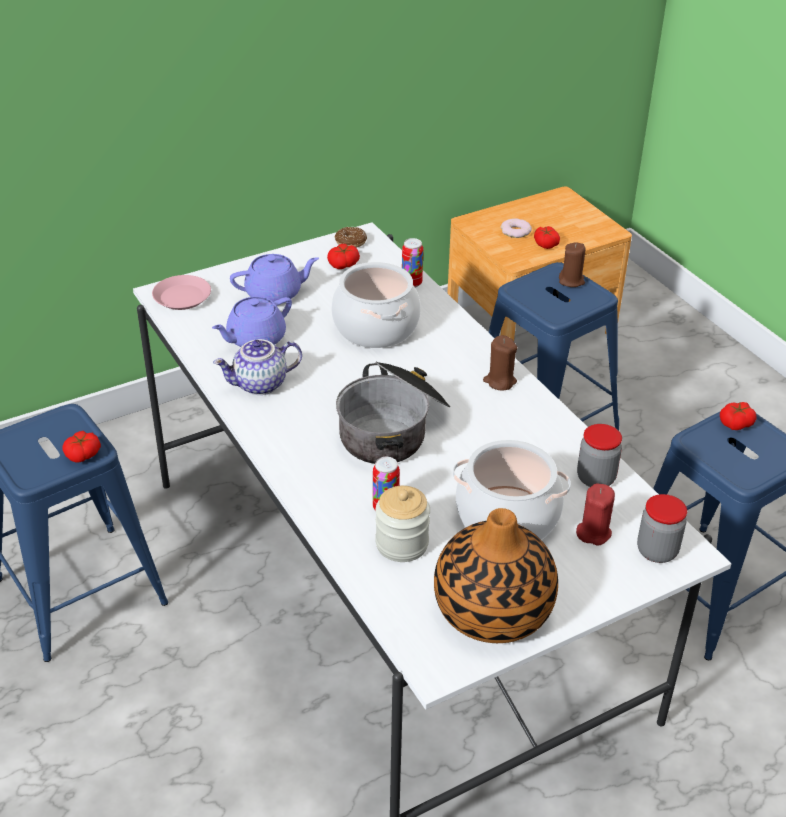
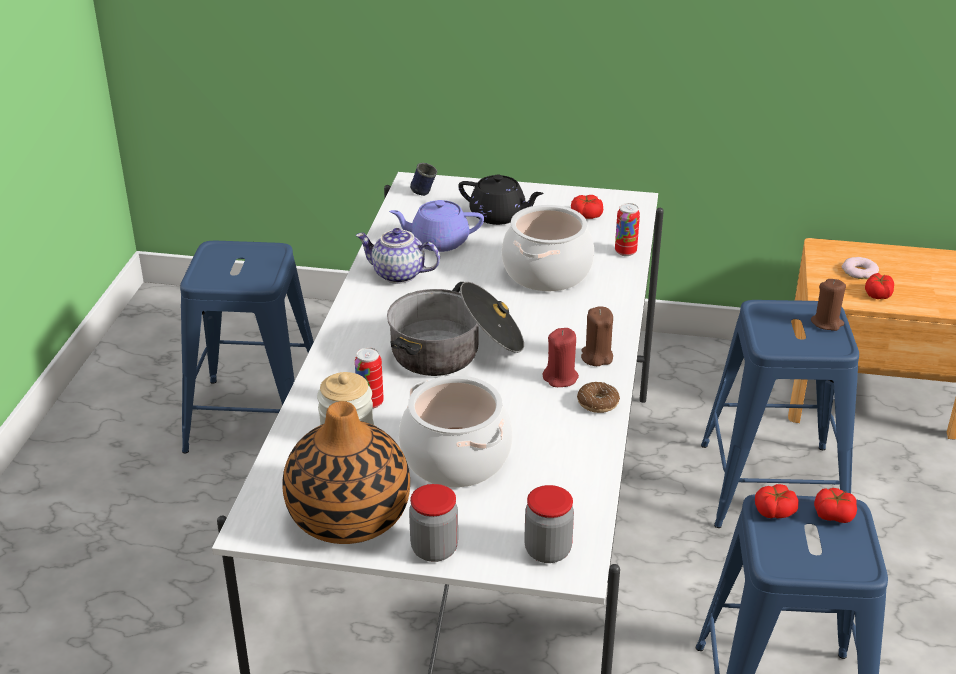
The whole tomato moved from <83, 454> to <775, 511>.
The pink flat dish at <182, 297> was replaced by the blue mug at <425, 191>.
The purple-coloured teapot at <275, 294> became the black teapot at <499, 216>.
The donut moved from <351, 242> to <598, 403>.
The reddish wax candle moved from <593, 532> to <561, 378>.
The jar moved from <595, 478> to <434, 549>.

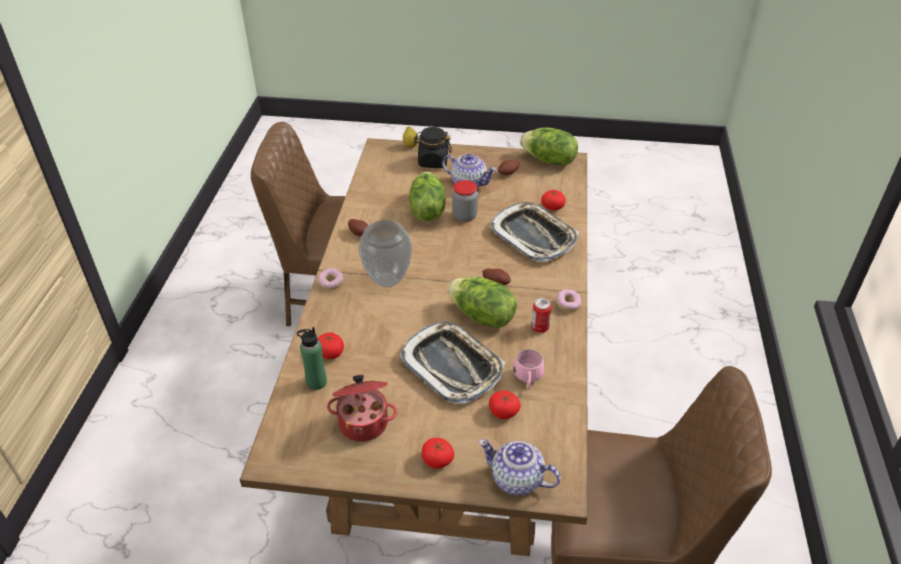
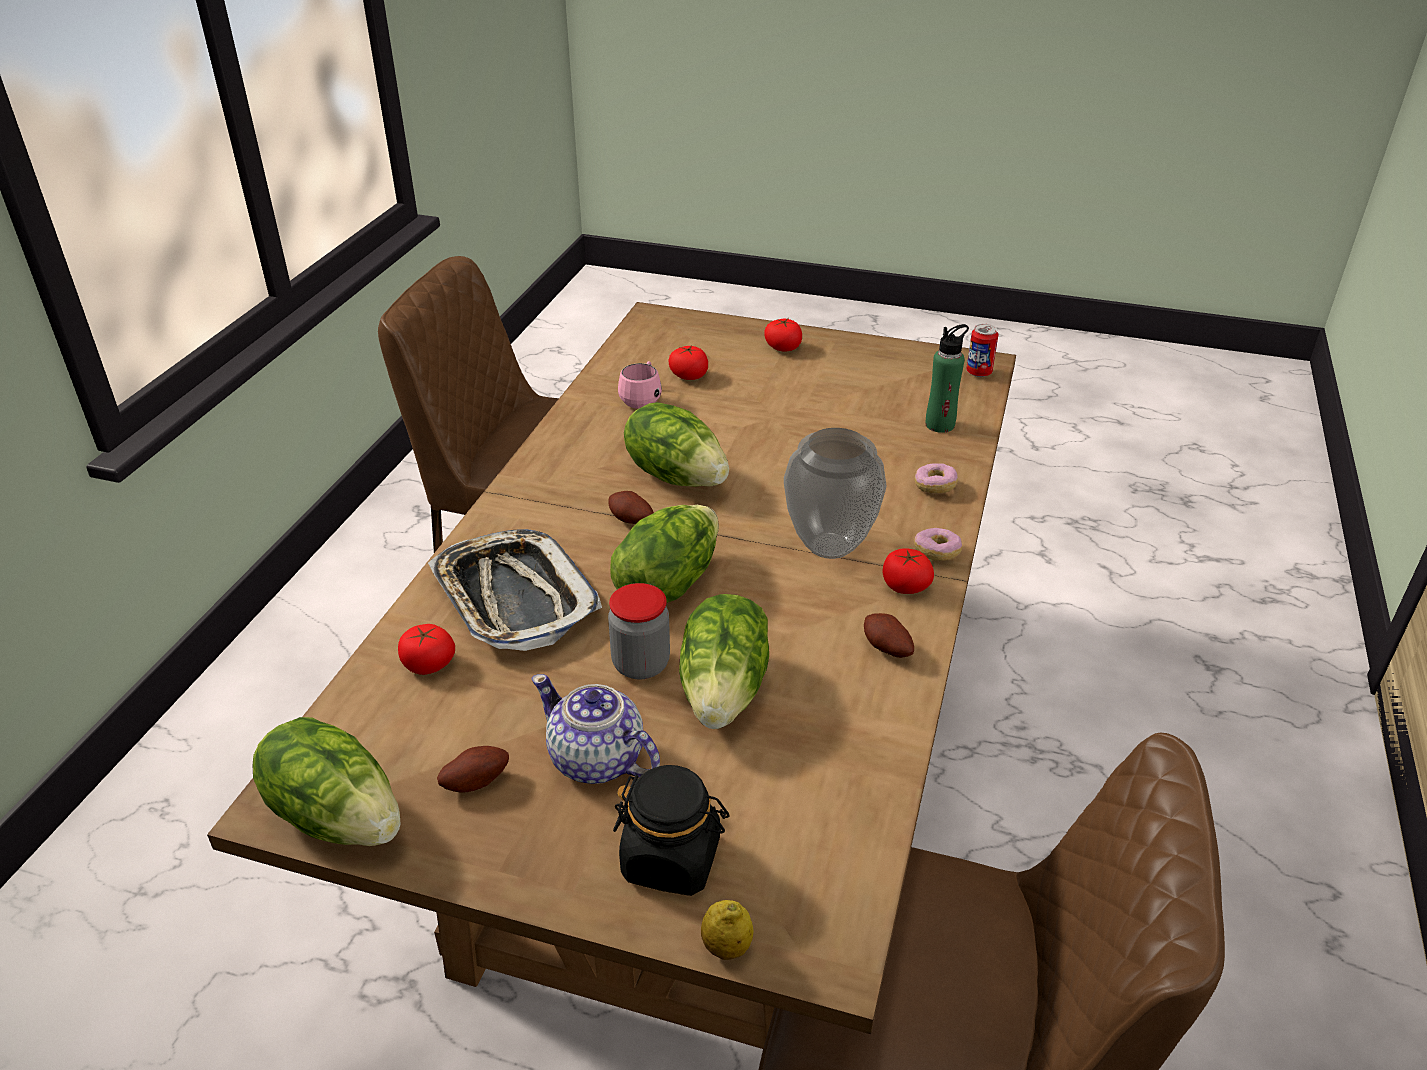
The whole tomato moved from <330, 352> to <905, 585>.
The stockpot at <364, 422> disappeared.
The tray at <452, 366> disappeared.
The teapot at <517, 480> disappeared.
The sealed can moved from <540, 327> to <979, 372>.
The donut moved from <568, 305> to <935, 486>.
The lettuce at <667, 583> appeared.

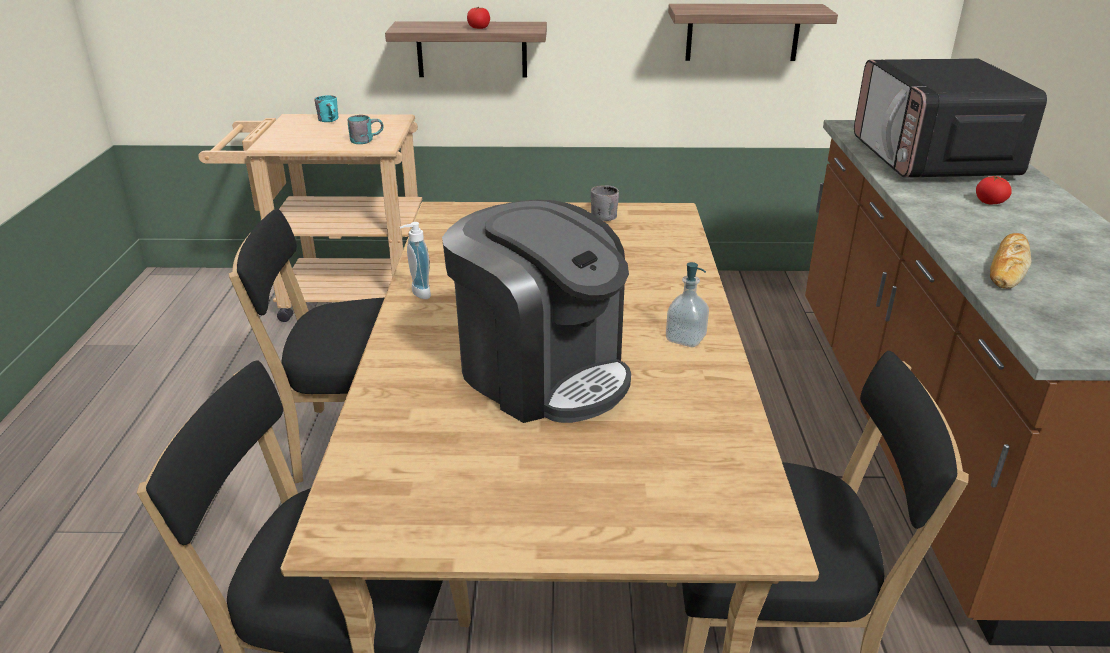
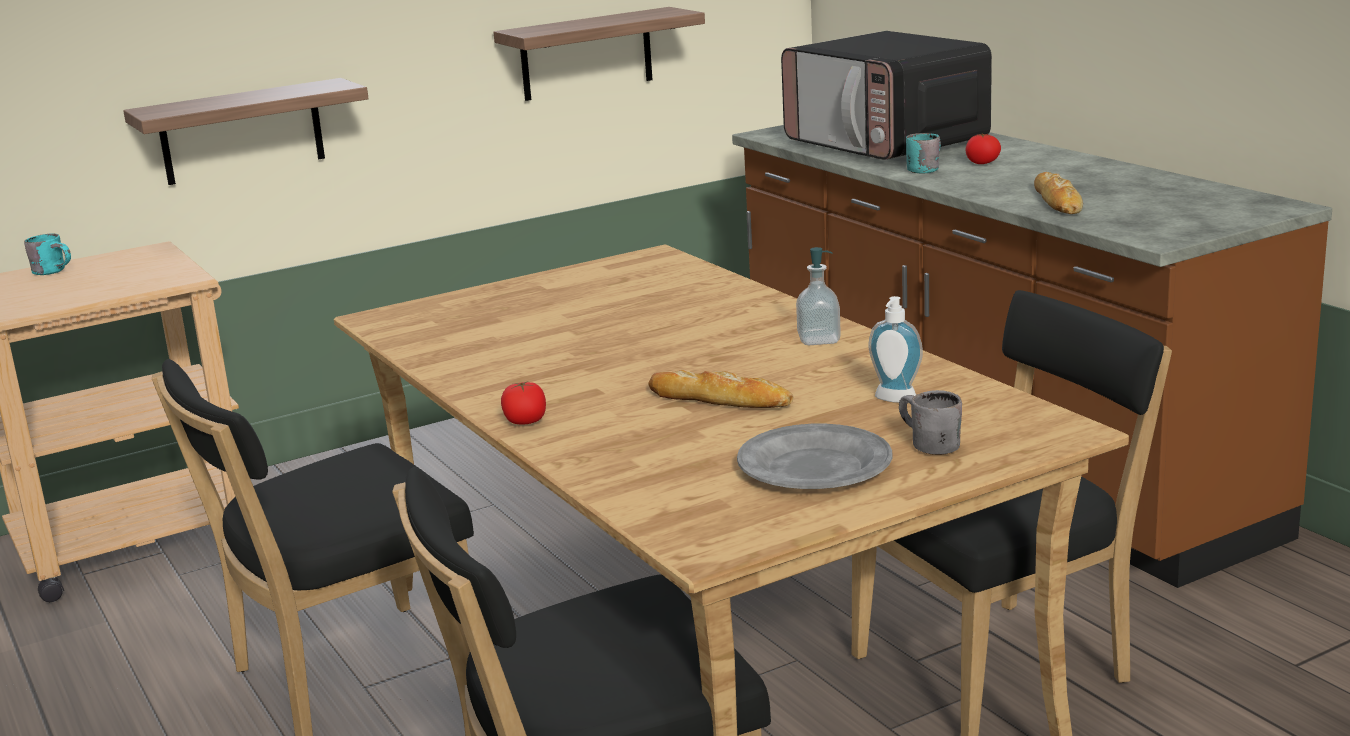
The turquoise-coloured mug moved from <366, 140> to <923, 168>.
The liquid soap bottle moved from <417, 294> to <894, 400>.
The coffee maker at <542, 373> was replaced by the bread at <720, 399>.
The whole tomato moved from <479, 28> to <525, 422>.
The grey mug moved from <601, 214> to <925, 445>.
The grey flat dish at <814, 466> appeared.

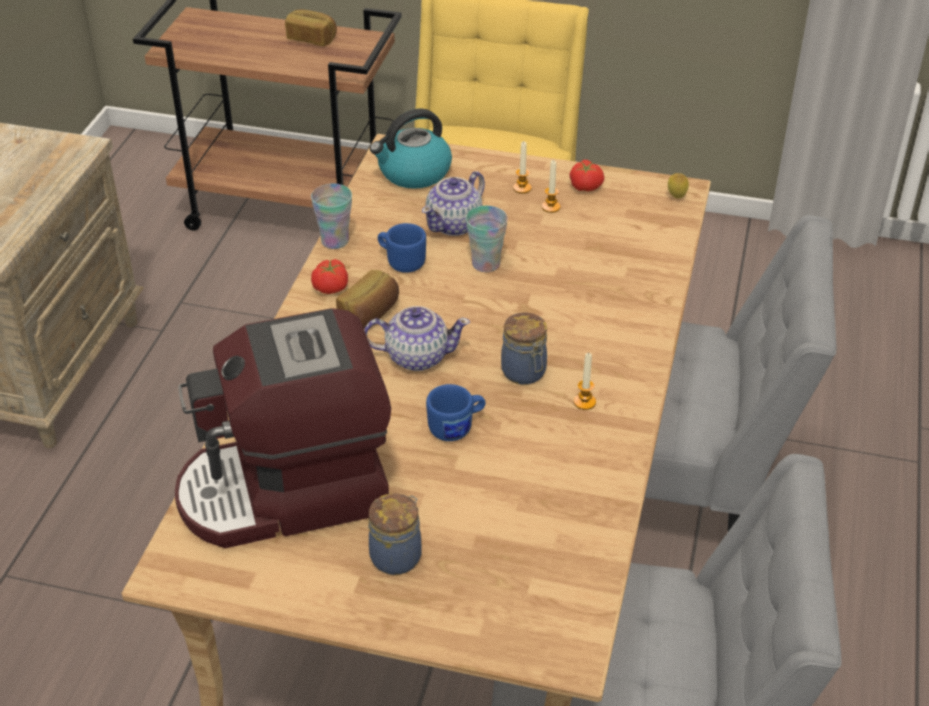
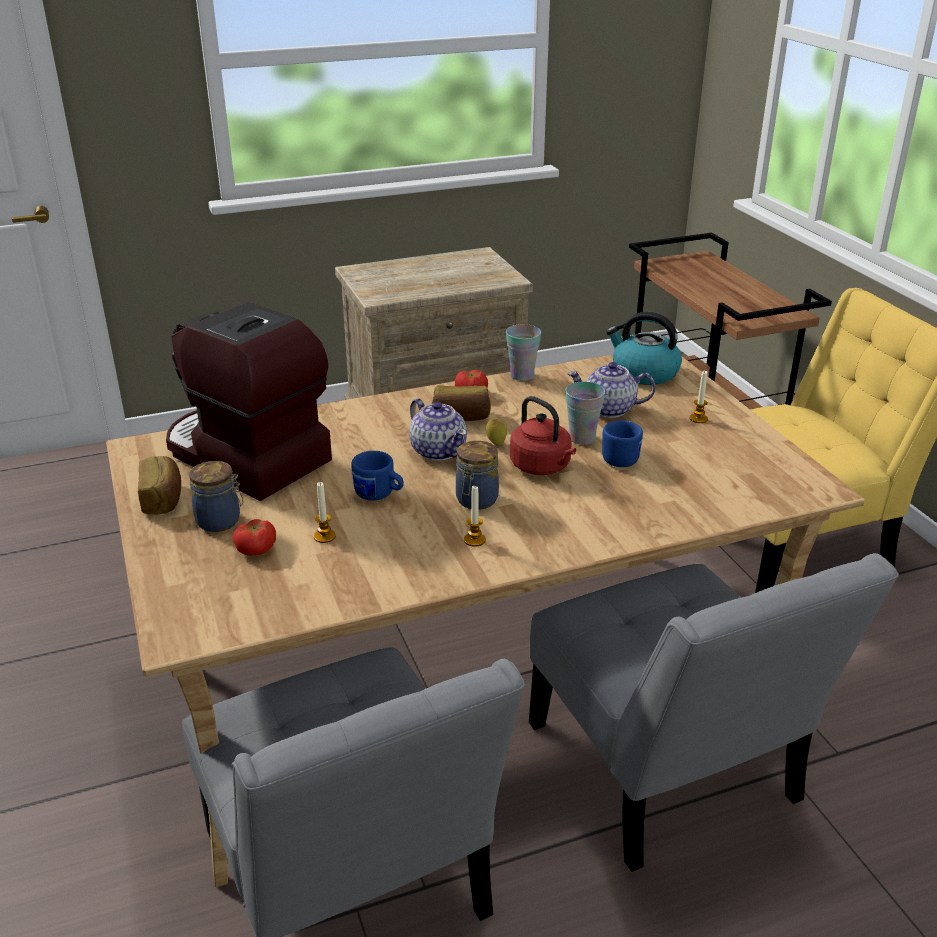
The bread moved from <312, 38> to <163, 499>.
The blue mug moved from <401, 261> to <619, 457>.
The wax candle moved from <551, 207> to <324, 536>.
The whole tomato moved from <586, 186> to <257, 549>.
The whole lemon moved from <676, 197> to <496, 444>.
The reddish tea kettle at <542, 467> appeared.

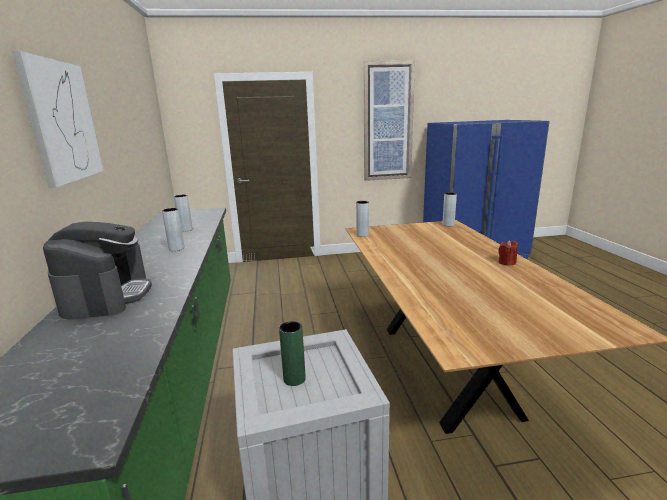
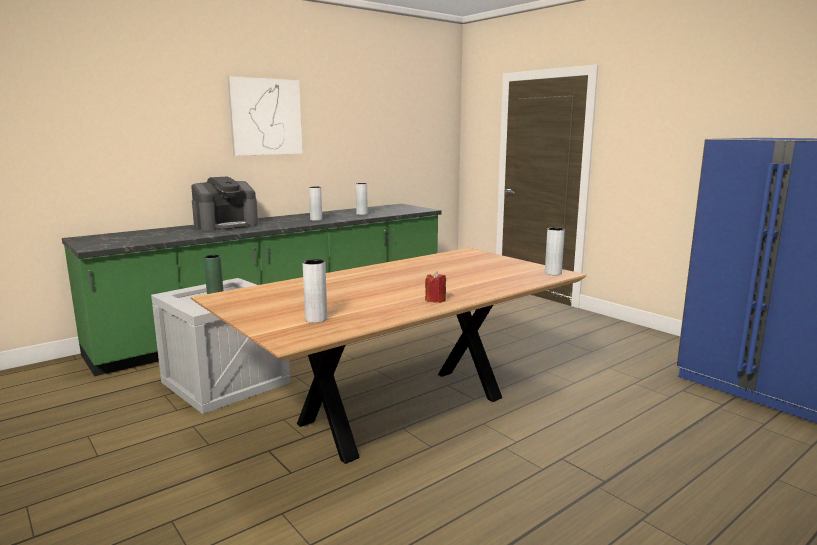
The grey flower vase moved from <362, 235> to <316, 319>.
The picture at <387, 122> disappeared.

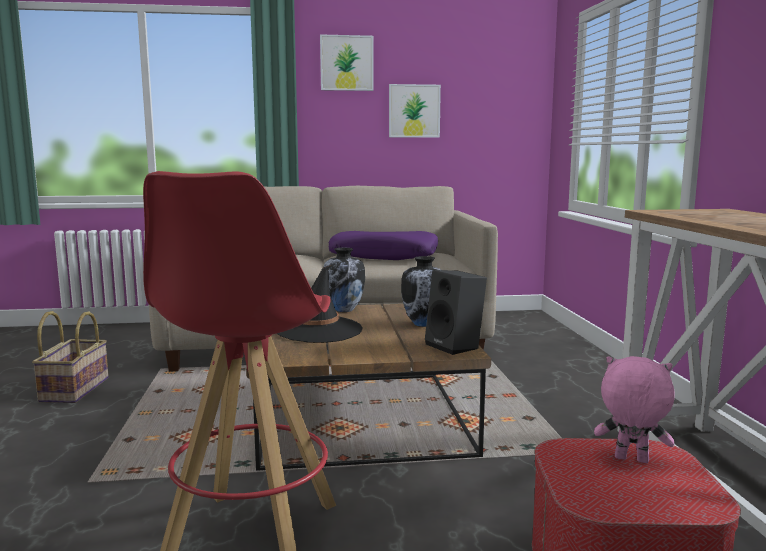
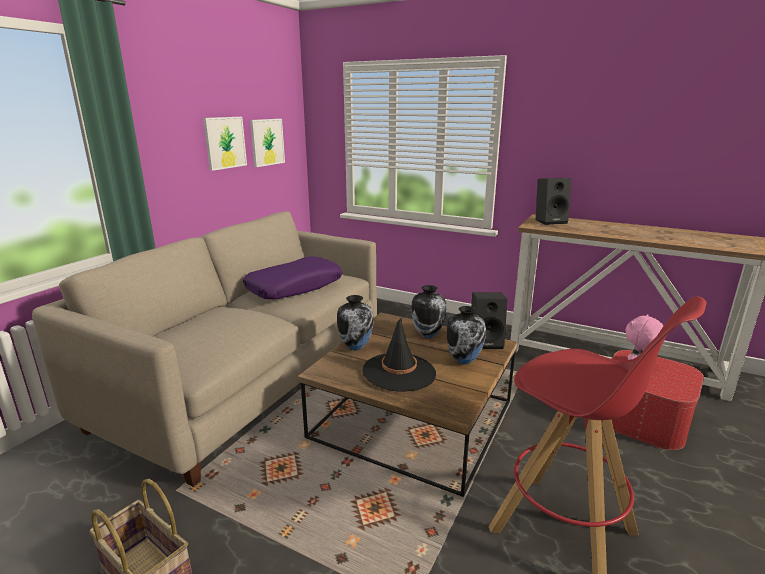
The picture moved from <346, 63> to <267, 142>.
The flower vase at <464, 360> appeared.
The black audio speaker at <550, 221> appeared.

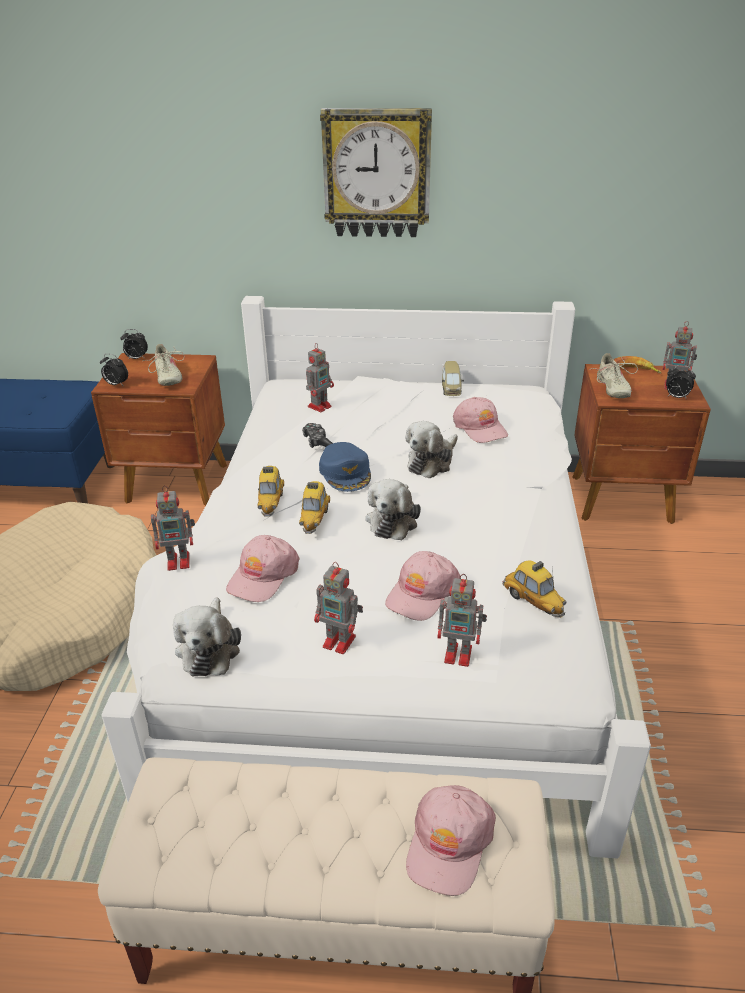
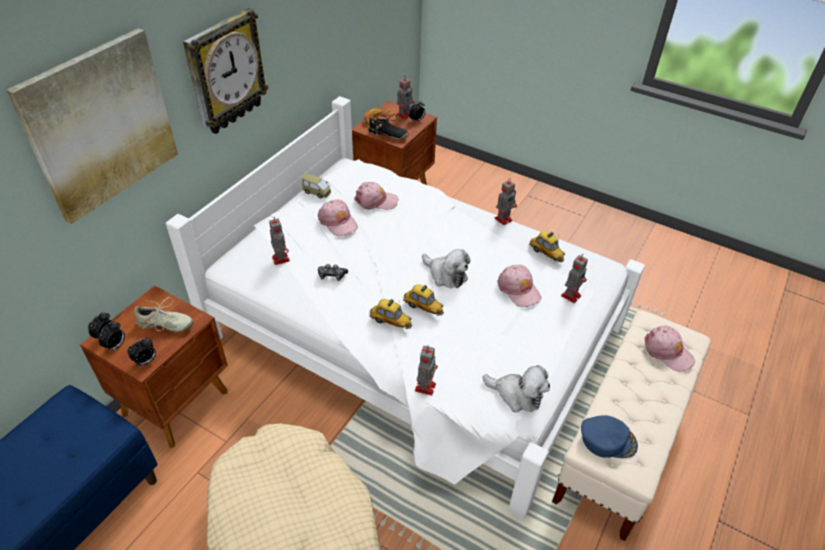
The pink cap moved from <263, 576> to <338, 222>.
The toy robot moved from <341, 642> to <503, 219>.
The blue cap moved from <346, 472> to <607, 439>.
The soft toy at <431, 462> disappeared.
The model car at <533, 601> turned 60 degrees clockwise.
The sand-coloured item of footwear at <612, 388> became the black item of footwear at <388, 134>.
The picture at <101, 125> appeared.
The alarm clock at <116, 346> appeared.

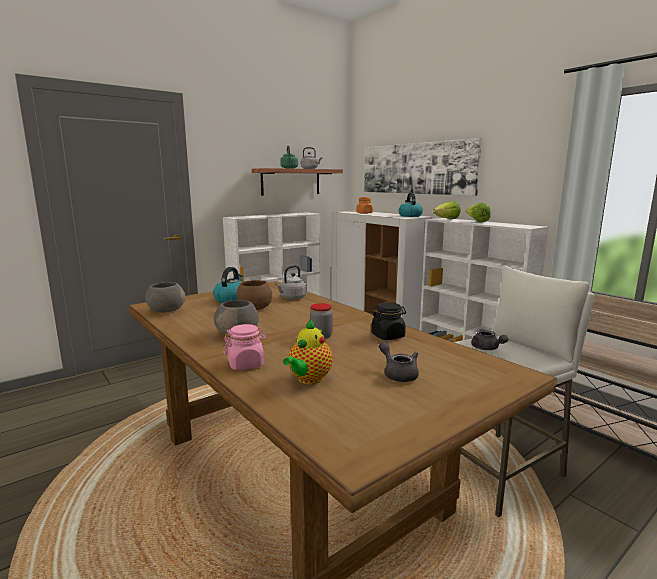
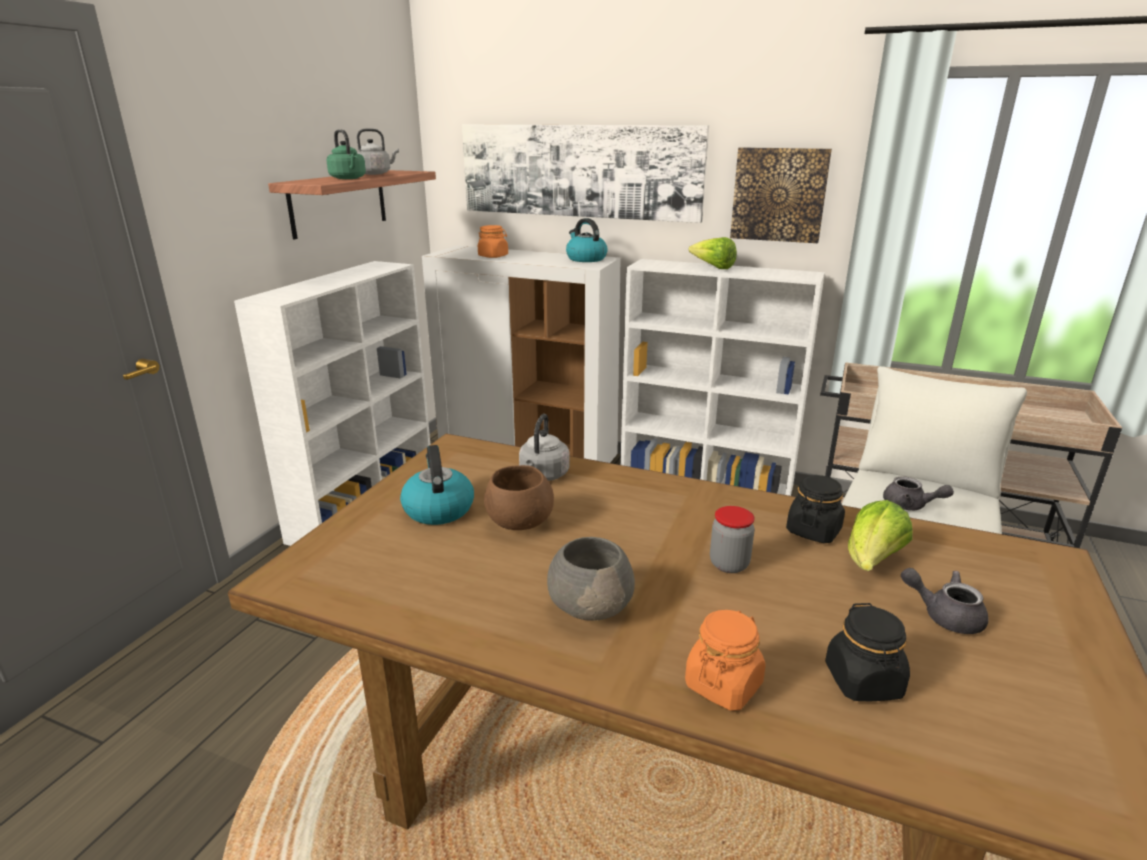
The grey bowl at <166, 311> disappeared.
The pink jar at <246, 364> became the orange-coloured jar at <723, 684>.
The teapot at <309, 379> was replaced by the black jar at <863, 681>.
The lettuce moved from <446, 219> to <872, 561>.
The picture at <779, 195> appeared.

